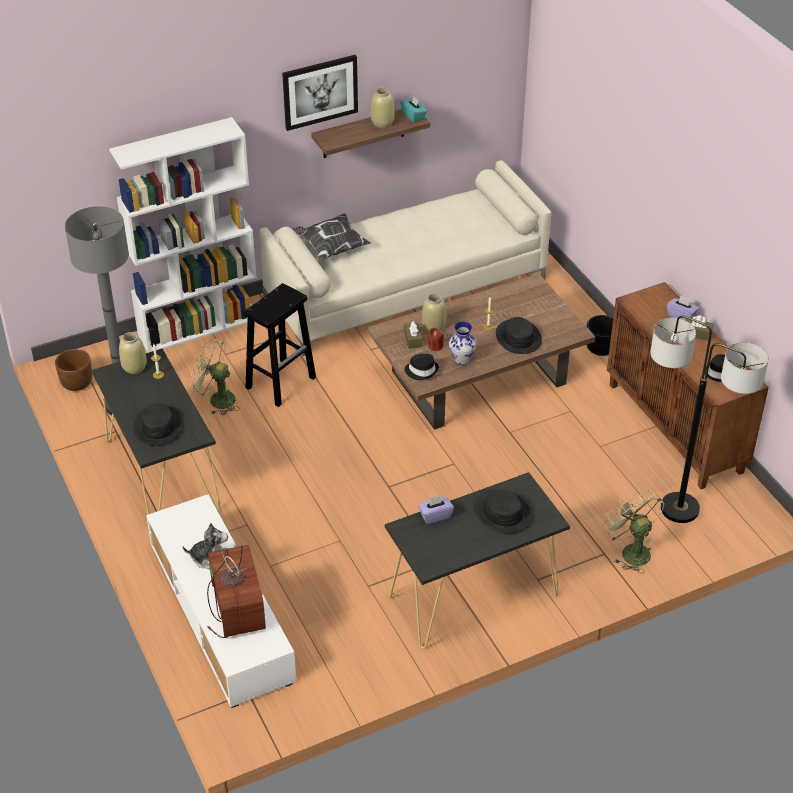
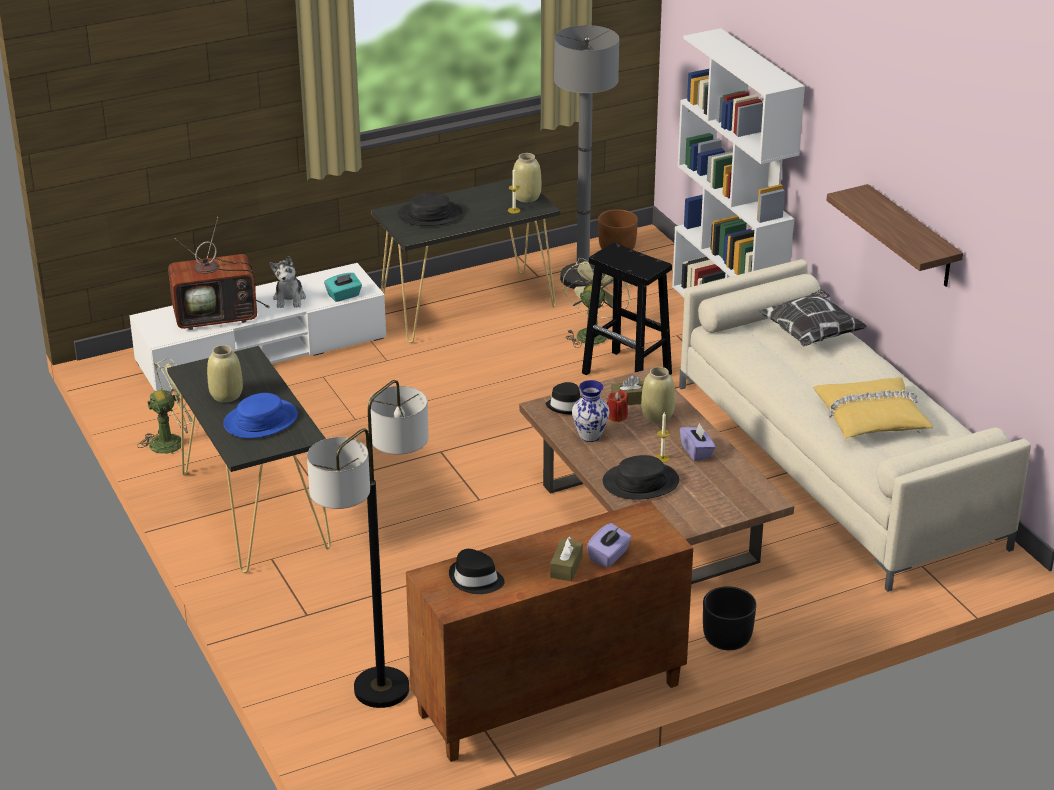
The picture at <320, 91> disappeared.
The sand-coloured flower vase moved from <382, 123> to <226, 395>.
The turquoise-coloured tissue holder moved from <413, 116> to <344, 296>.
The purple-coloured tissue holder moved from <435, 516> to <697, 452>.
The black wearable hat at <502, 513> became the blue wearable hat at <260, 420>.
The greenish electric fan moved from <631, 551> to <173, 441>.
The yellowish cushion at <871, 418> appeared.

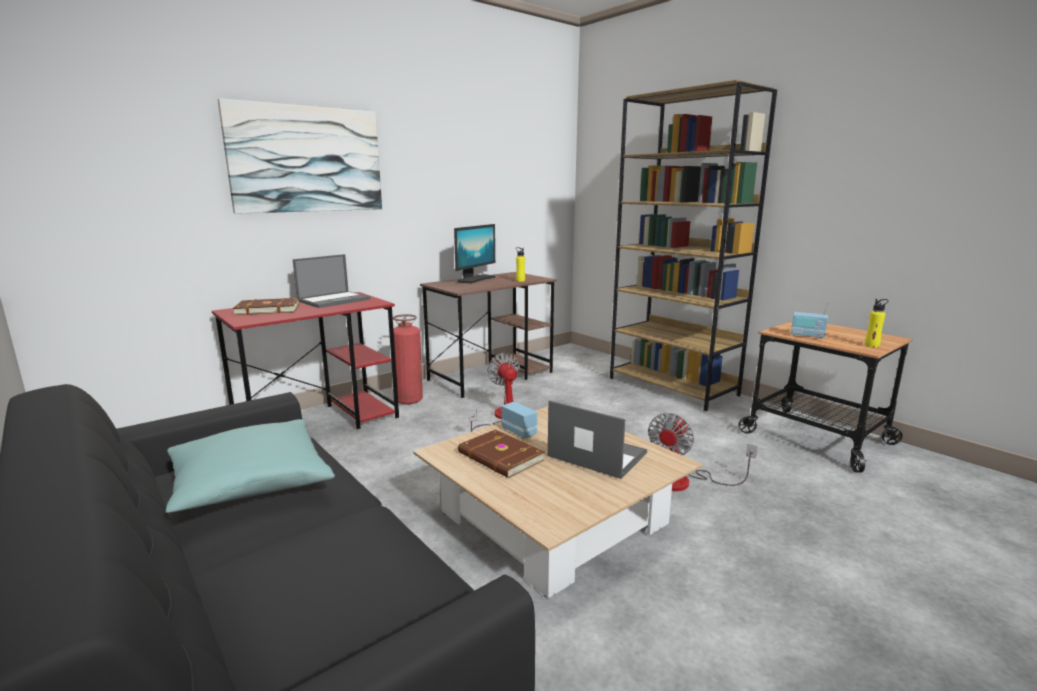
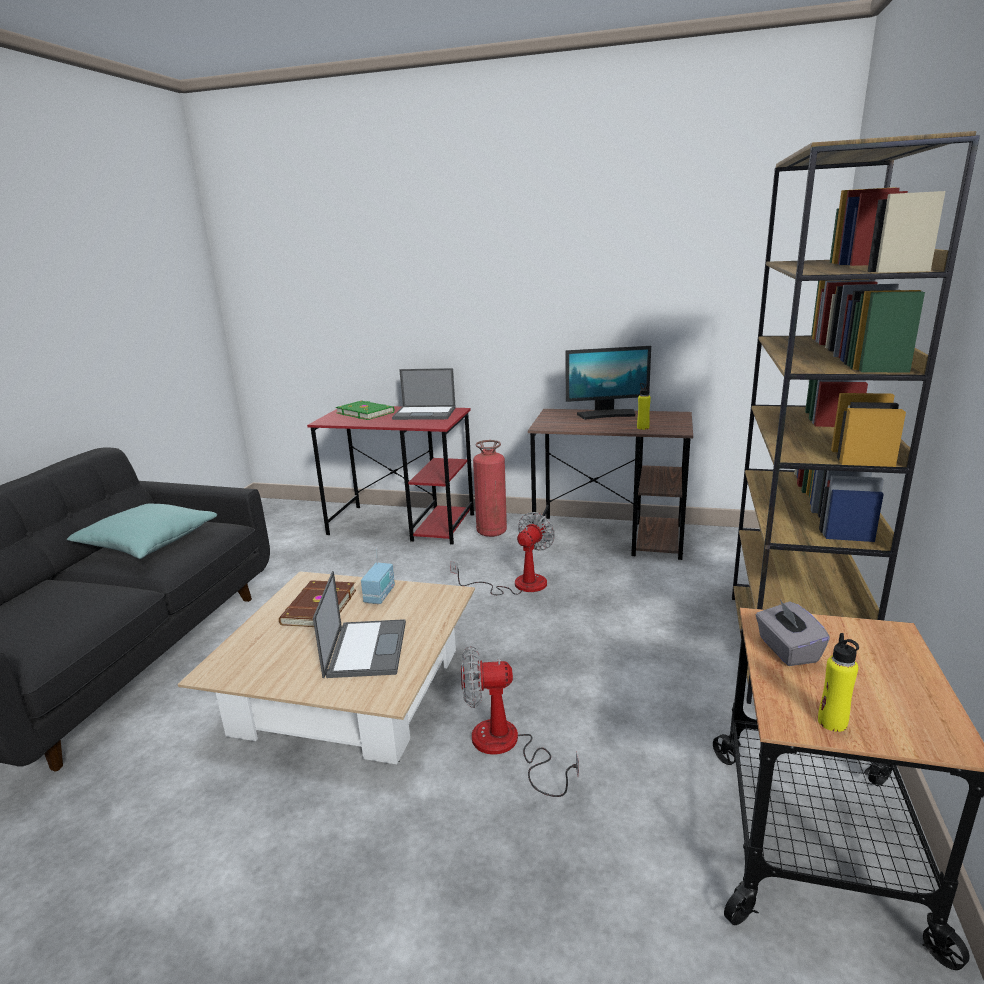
The picture at <307, 159> disappeared.
The brown-coloured bound book at <267, 309> became the greenish bound book at <365, 412>.
The radio at <807, 336> was replaced by the grey tissue holder at <787, 650>.

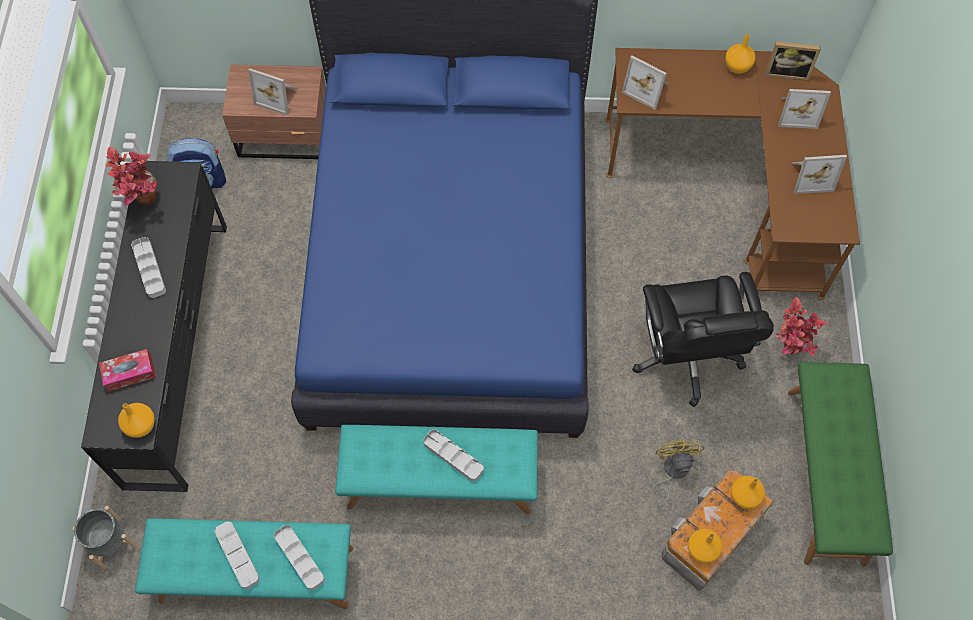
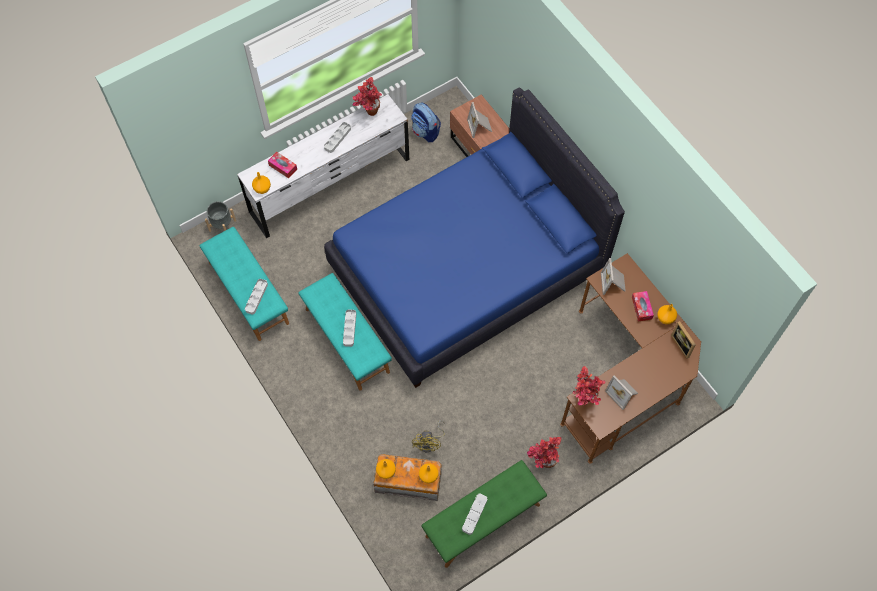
The black drawer chest at <178, 351> became the whitish drawer chest at <330, 186>.
The grey tray moved from <237, 556> to <474, 514>.
The black computer chair at <687, 356> disappeared.
The yellowish electric fan at <672, 471> turned 135 degrees clockwise.
The standing frame at <797, 112> disappeared.
The houseplant at <583, 400> appeared.
The tissue holder at <641, 308> appeared.

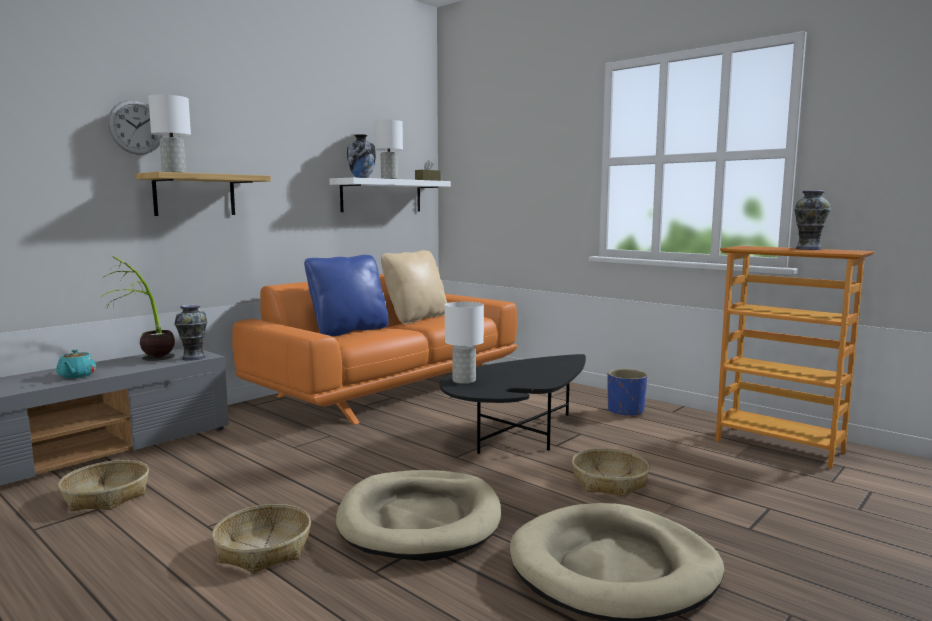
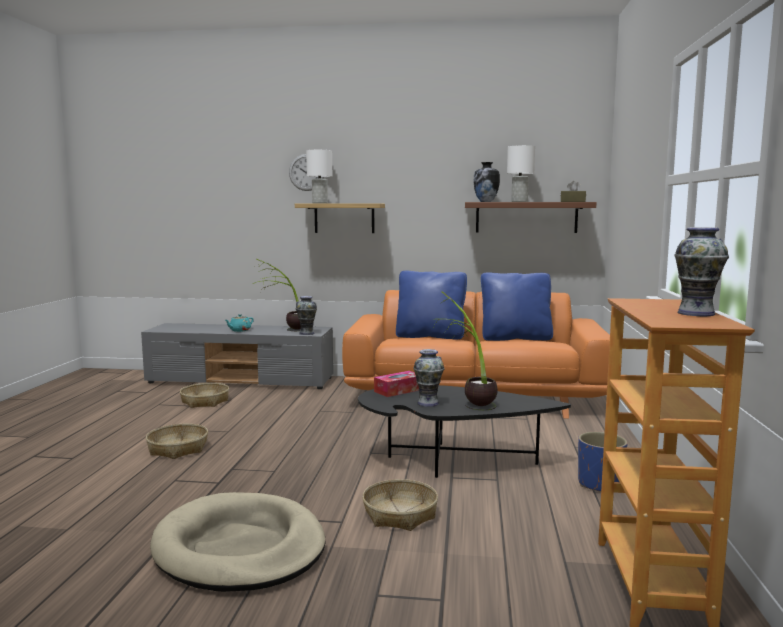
The whitish shelf at <381, 196> became the brown-coloured shelf at <526, 217>.
The sand-coloured dog bed at <420, 520> disappeared.
The sand-coloured cushion at <416, 318> became the blue cushion at <515, 338>.
The whitish tabletop lamp at <463, 380> was replaced by the tissue holder at <398, 390>.
The flower vase at <428, 403> appeared.
The houseplant at <468, 400> appeared.

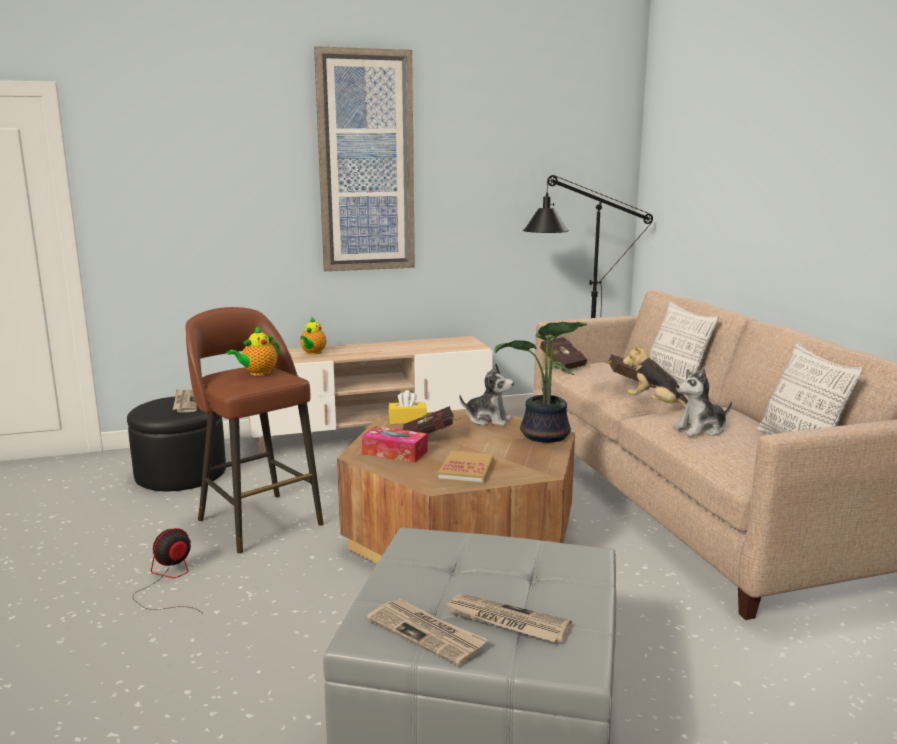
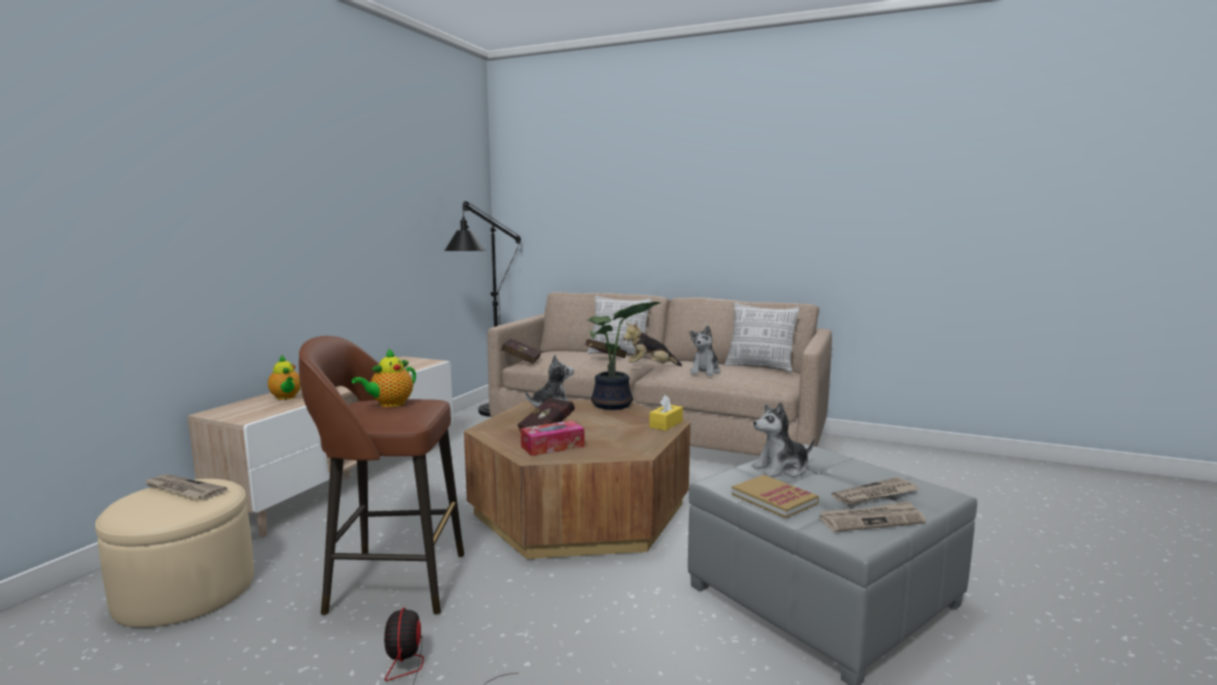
The black pouffe at <181, 474> became the sand-coloured pouffe at <185, 591>.
The teapot at <258, 373> turned 45 degrees clockwise.
The picture at <366, 162> disappeared.
The yellowish tissue holder moved from <407, 420> to <666, 424>.
The bound book moved from <466, 470> to <774, 499>.
The soft toy at <781, 469> appeared.

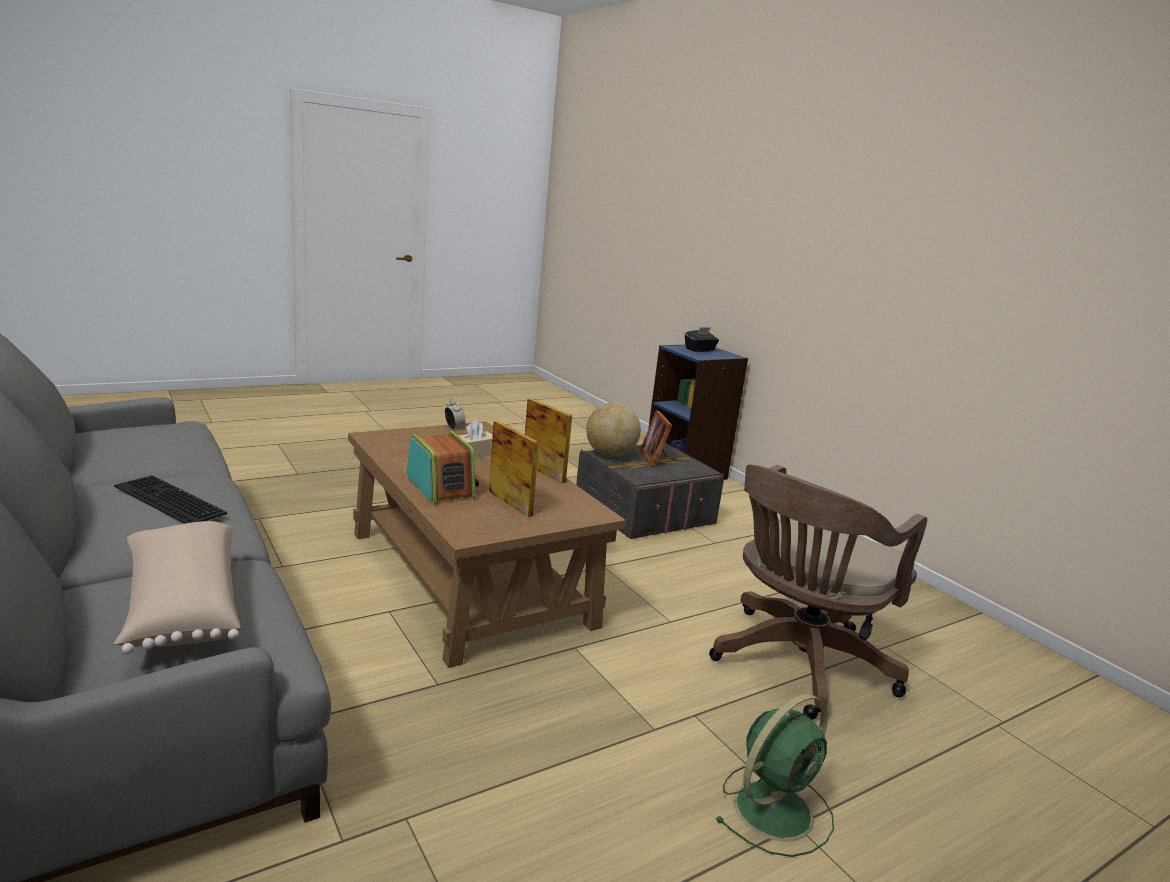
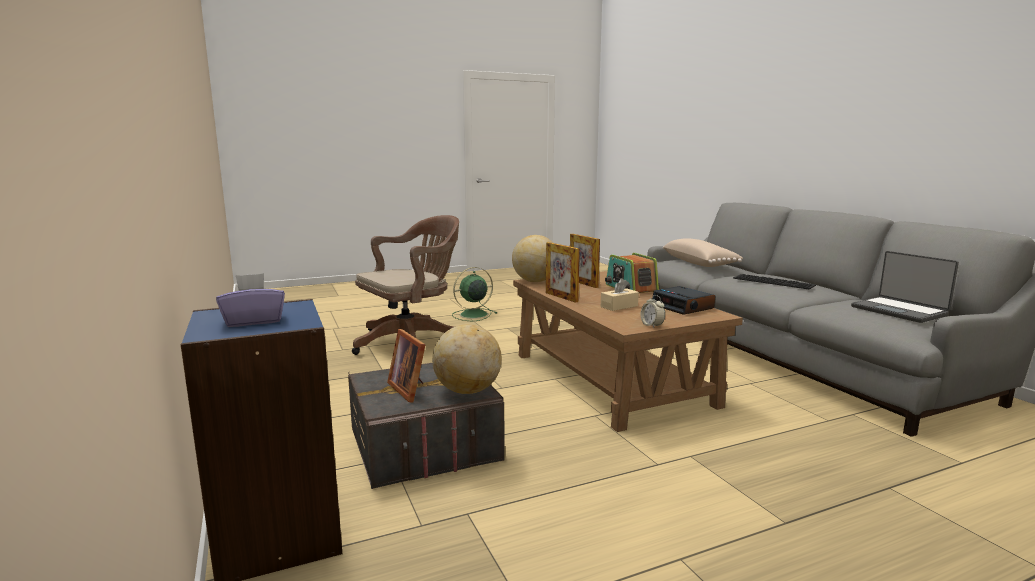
The standing frame at <655, 458> turned 150 degrees clockwise.
The black tissue holder at <700, 350> became the purple-coloured tissue holder at <254, 321>.
The desk globe at <535, 281> appeared.
The alarm clock at <683, 307> appeared.
The portable computer at <899, 311> appeared.

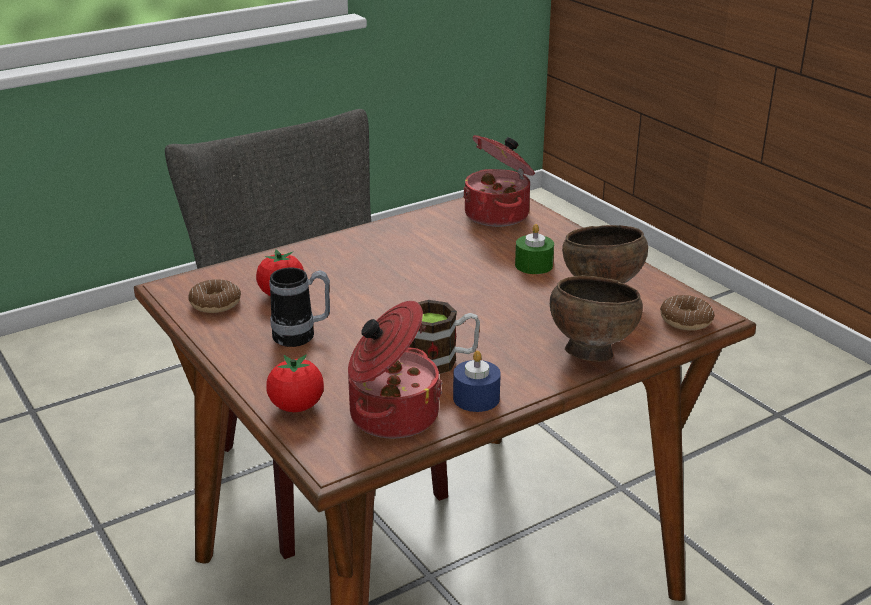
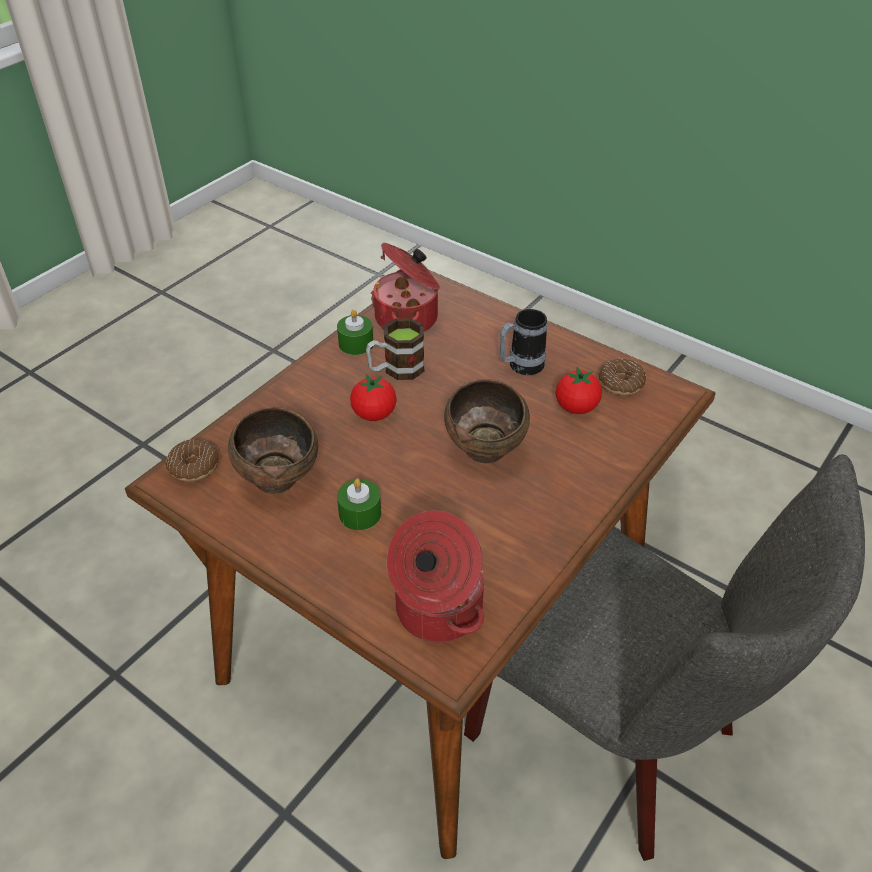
The whole tomato moved from <296, 406> to <374, 414>.
The blue wax candle at <476, 398> became the greenish wax candle at <356, 343>.
The brown-coloured bowl moved from <589, 353> to <486, 453>.

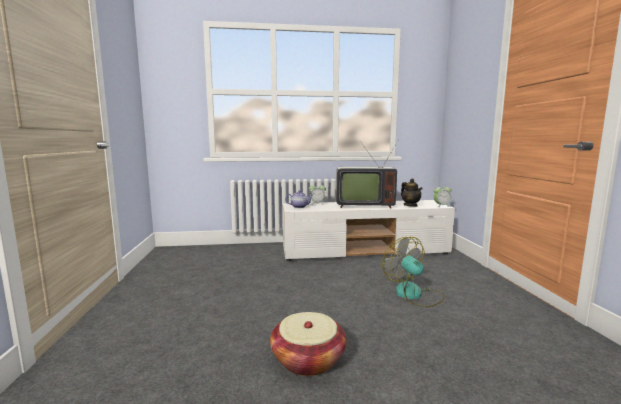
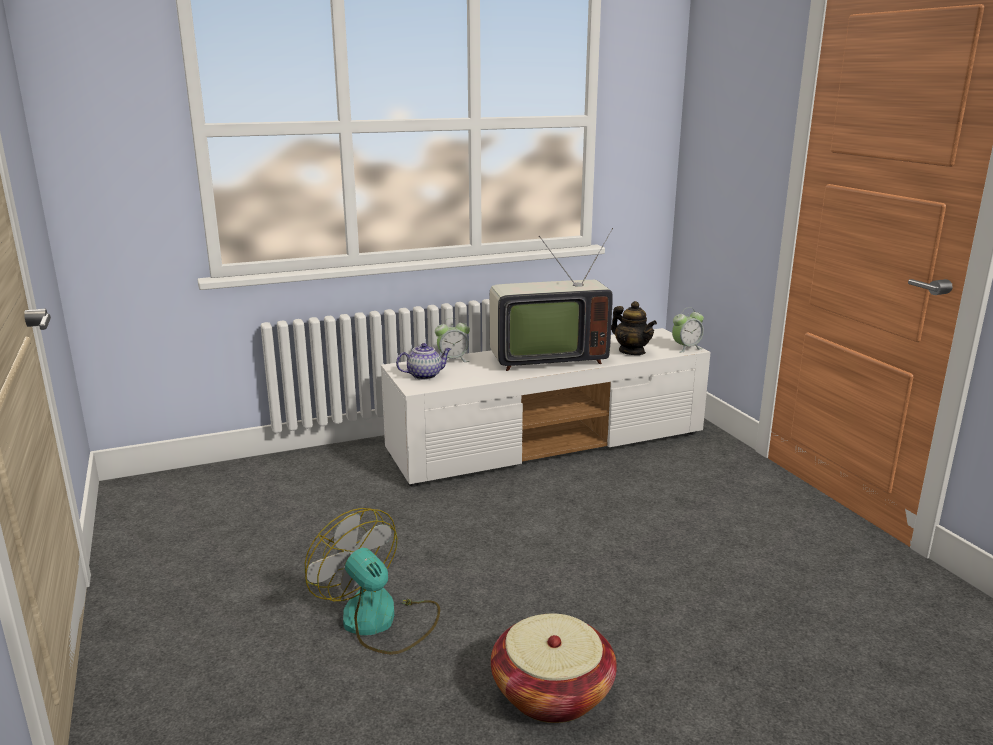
The electric fan moved from <414, 295> to <380, 621>.

